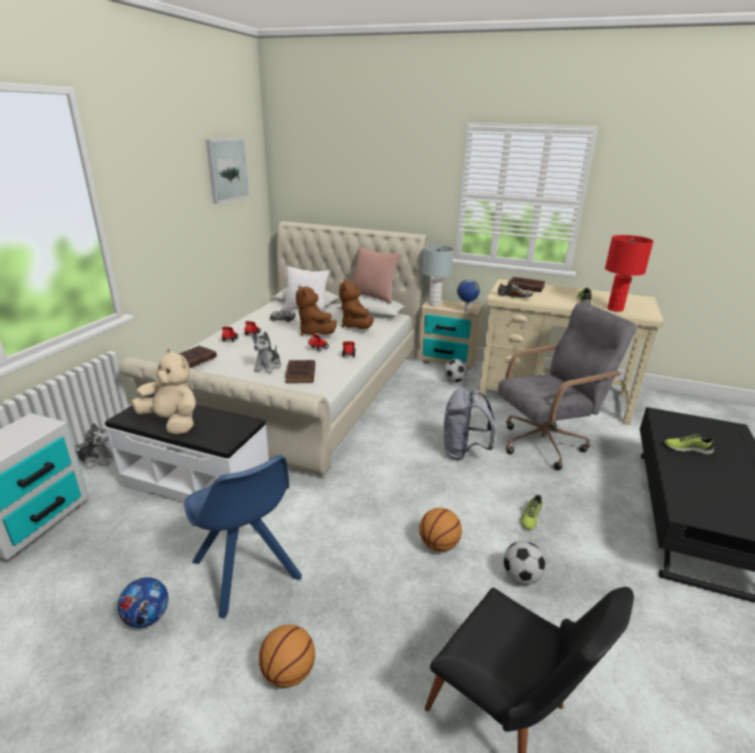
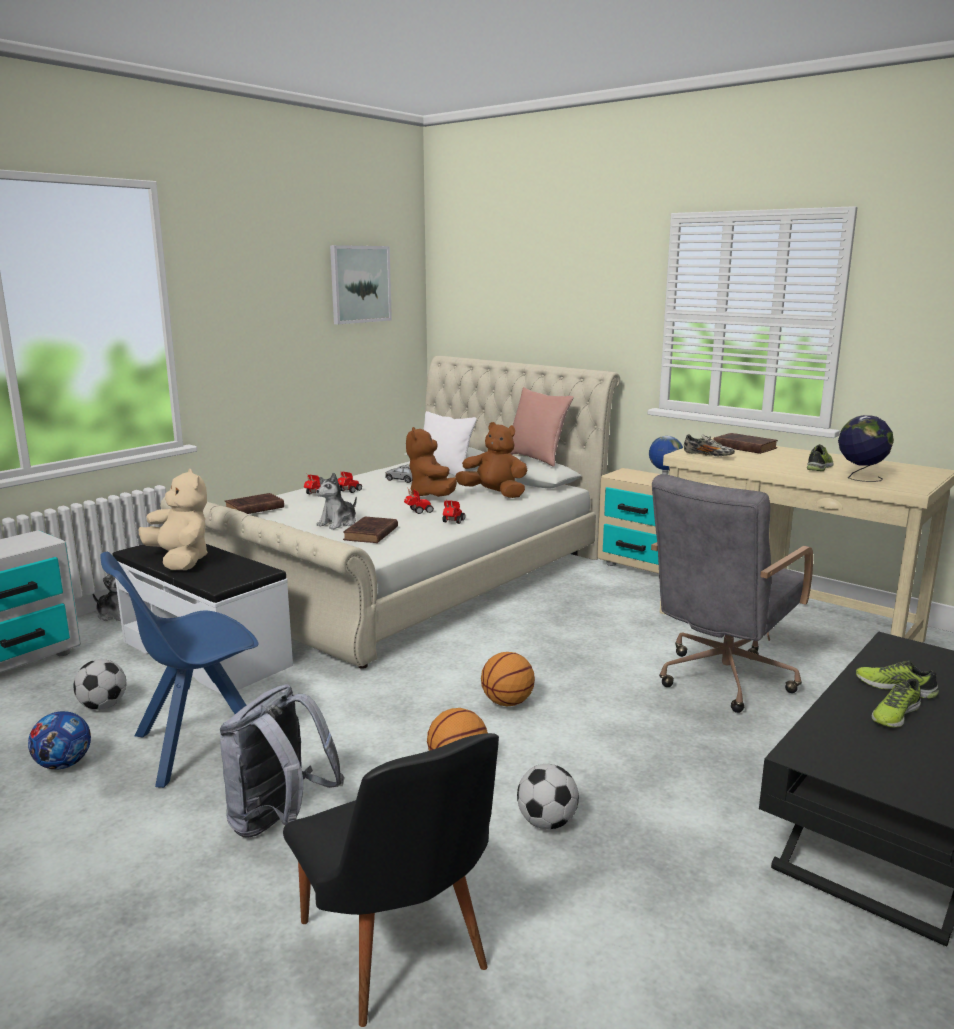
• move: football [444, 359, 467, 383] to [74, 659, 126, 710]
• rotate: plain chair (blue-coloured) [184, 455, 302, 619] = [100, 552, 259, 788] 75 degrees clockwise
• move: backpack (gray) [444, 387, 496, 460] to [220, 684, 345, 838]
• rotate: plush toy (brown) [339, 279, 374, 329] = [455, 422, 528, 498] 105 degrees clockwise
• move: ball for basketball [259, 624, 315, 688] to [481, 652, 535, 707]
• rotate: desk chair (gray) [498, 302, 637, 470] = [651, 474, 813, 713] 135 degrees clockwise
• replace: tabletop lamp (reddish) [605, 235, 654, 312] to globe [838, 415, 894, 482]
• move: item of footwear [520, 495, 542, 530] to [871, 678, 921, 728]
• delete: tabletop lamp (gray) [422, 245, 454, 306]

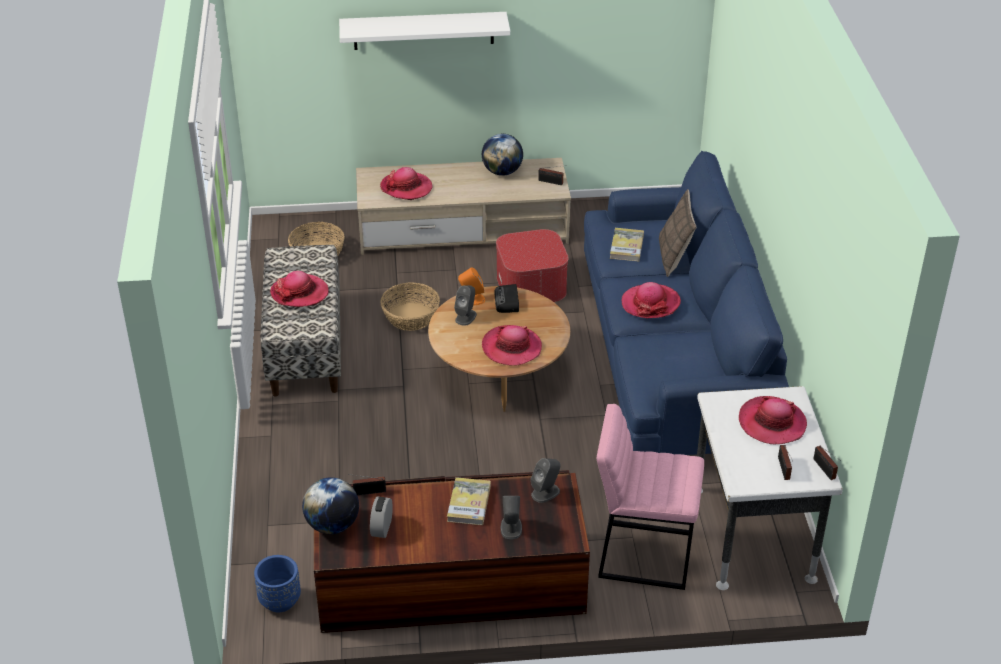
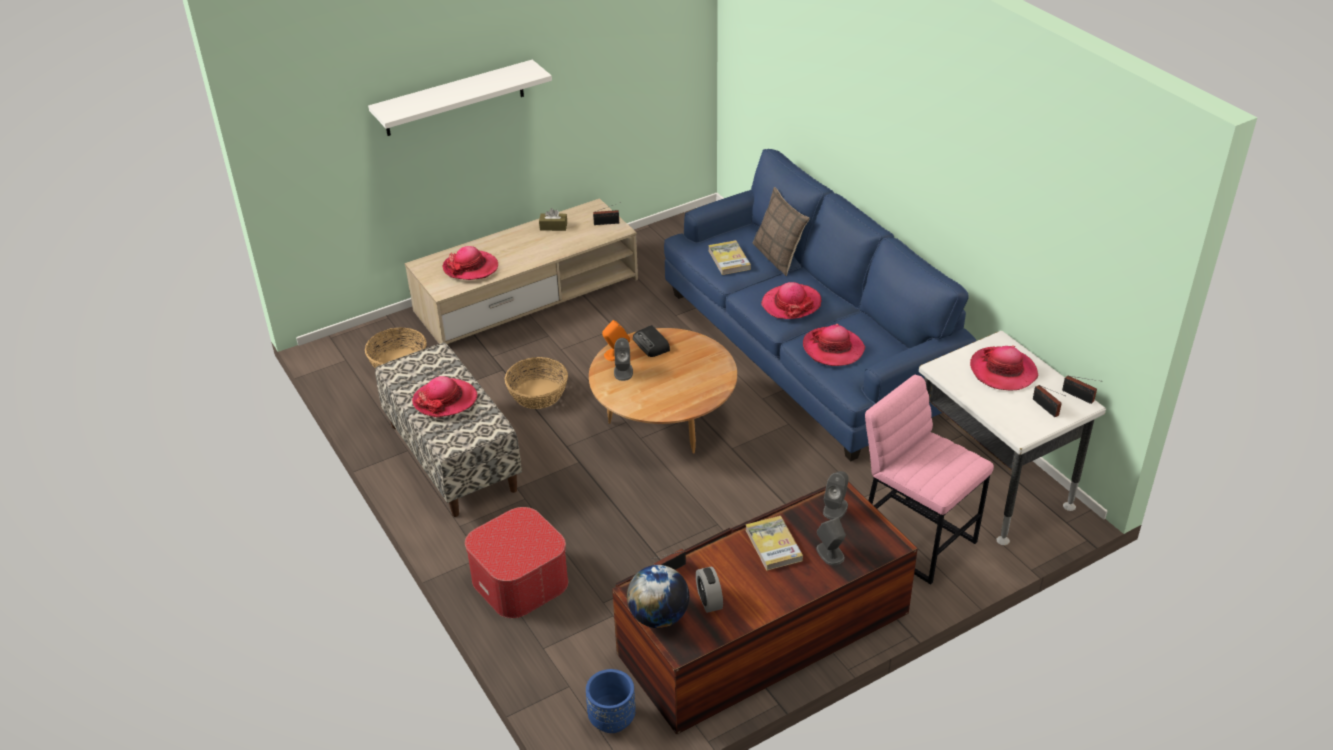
• move: footrest [496, 229, 568, 302] to [465, 507, 568, 618]
• replace: globe [482, 134, 523, 176] to tissue holder (brown) [539, 208, 567, 231]
• move: wearable hat [482, 325, 542, 366] to [803, 324, 865, 366]
• rotate: plain chair (pinkish) [597, 404, 704, 590] = [865, 374, 994, 585] 60 degrees clockwise

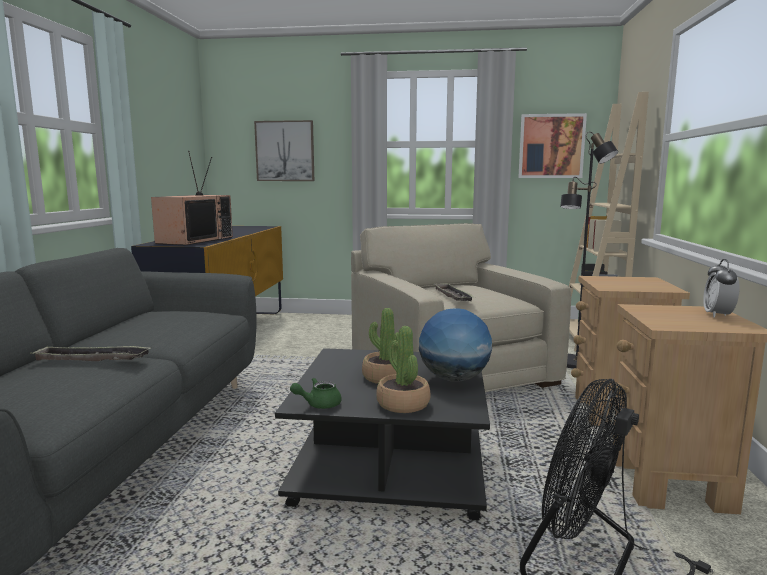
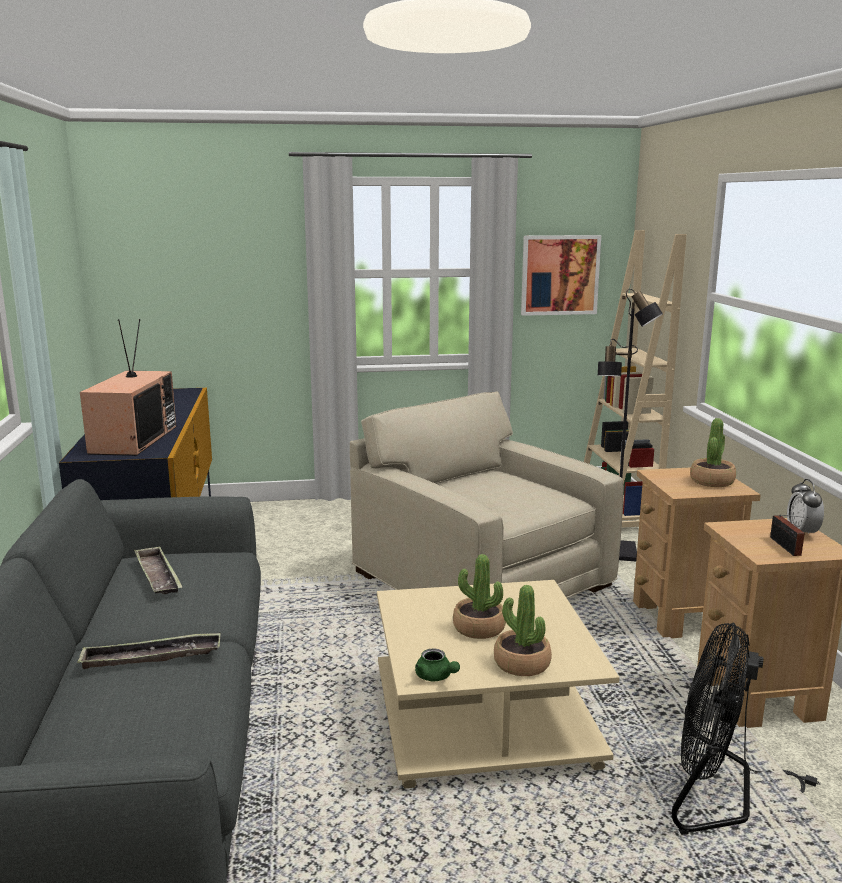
• move: carrying tray [434, 283, 475, 301] to [134, 546, 183, 594]
• recolor: lounge table (black) [275, 348, 490, 520] to lounge table (beige-coloured) [377, 580, 620, 788]
• rotate: tea pot (greenish) [290, 378, 342, 409] = [415, 648, 460, 681] 90 degrees counterclockwise
• insert: plant in a pot [690, 418, 736, 487]
• insert: radio set [770, 515, 809, 556]
• delete: wall picture [254, 120, 314, 181]
• delete: globe [419, 308, 492, 381]

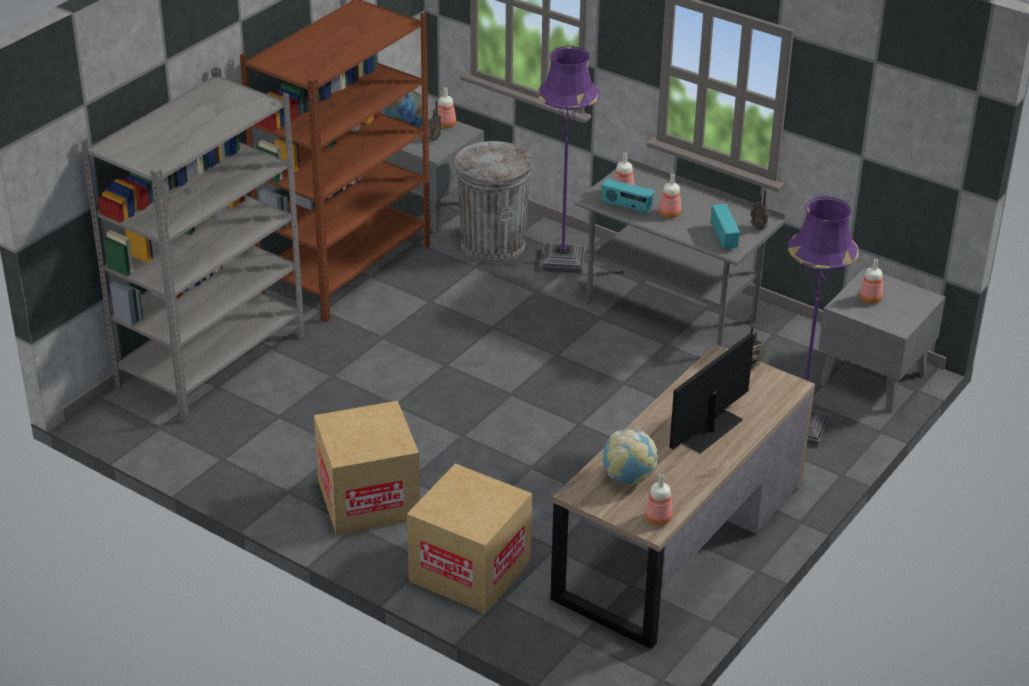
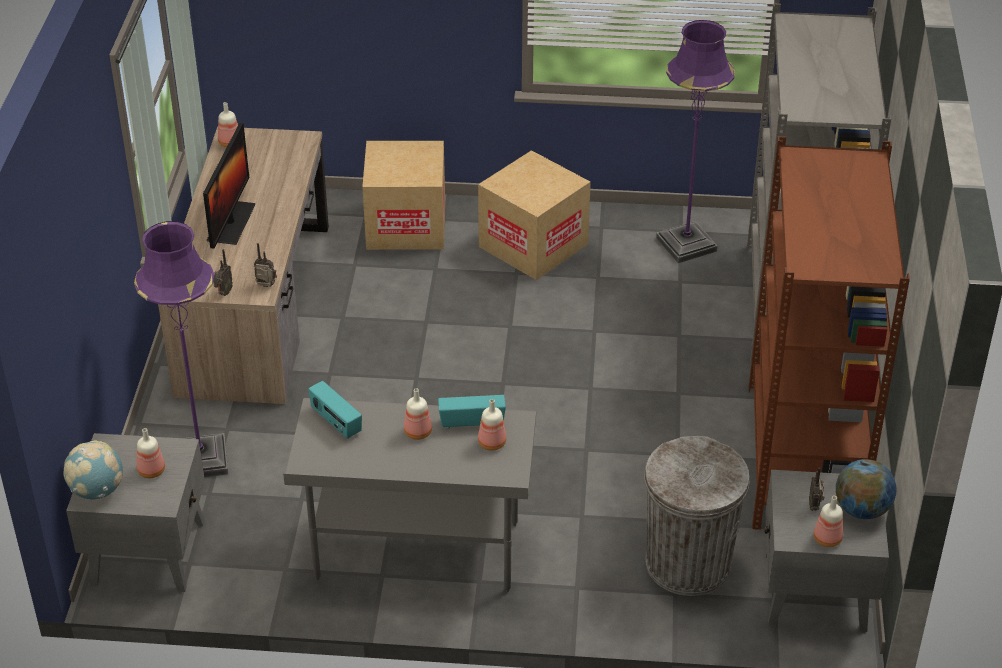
• move: globe [602, 429, 658, 484] to [63, 440, 123, 500]
• move: radio set [750, 189, 769, 230] to [254, 243, 277, 287]
• move: floor lamp (purple) [537, 46, 600, 274] to [656, 20, 735, 263]

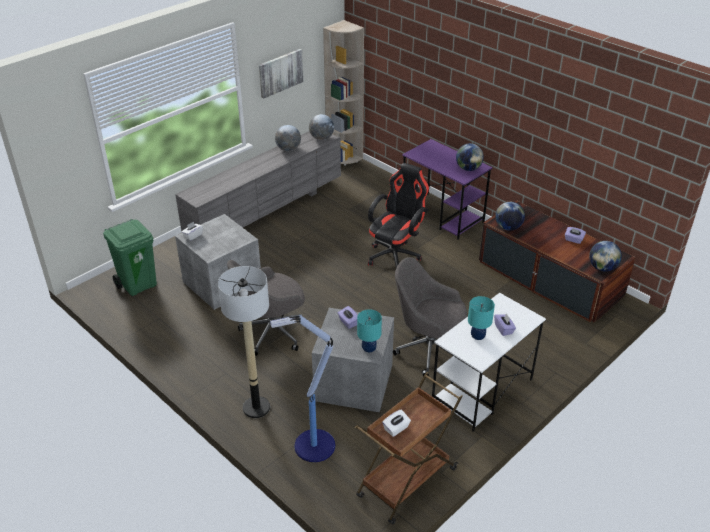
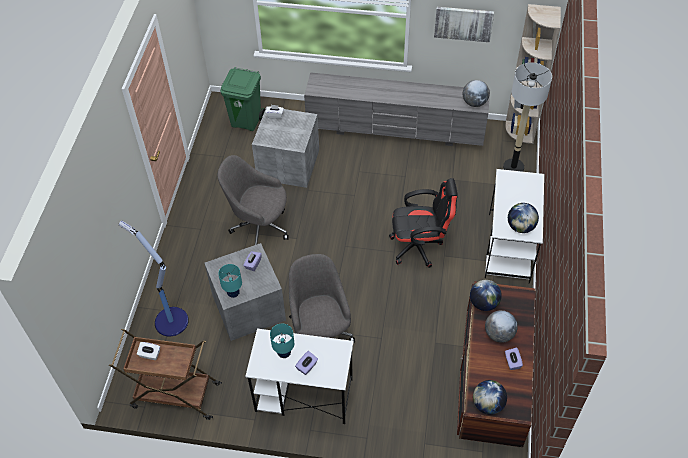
• recolor: desk (purple) [402, 139, 493, 240] to desk (whitish) [485, 169, 544, 284]
• move: globe [275, 125, 301, 151] to [485, 310, 518, 343]
• move: floor lamp [218, 266, 270, 418] to [503, 63, 552, 172]

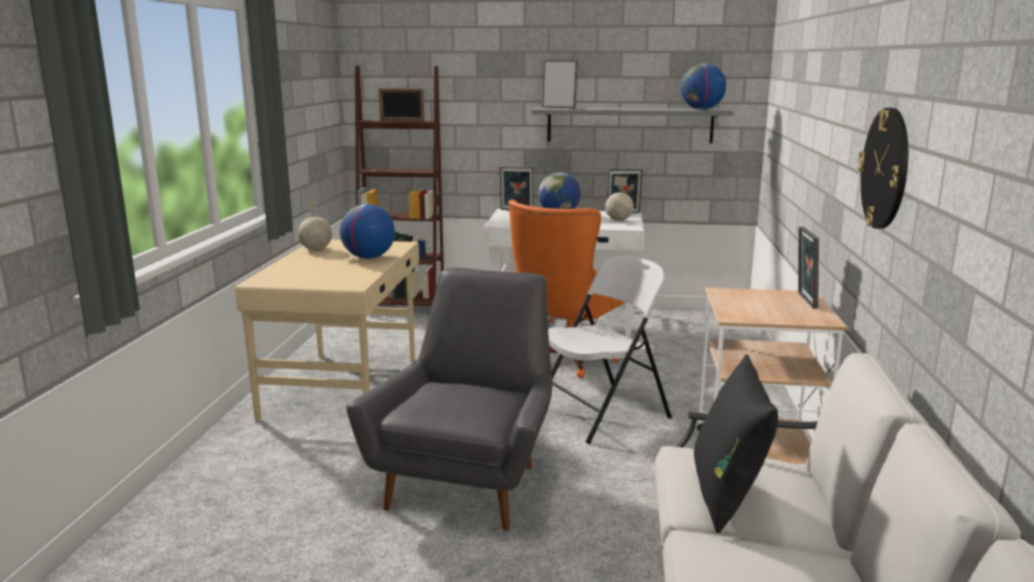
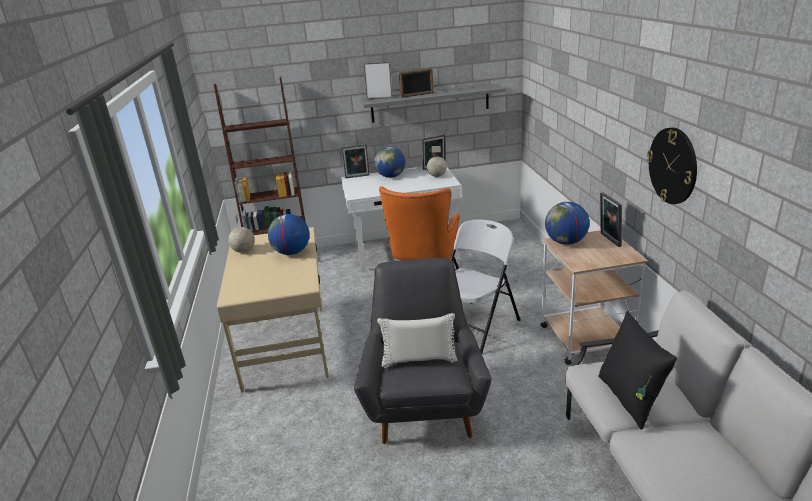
• insert: pillow (whitish) [377, 313, 457, 368]
• move: picture frame [379, 88, 424, 121] to [399, 68, 434, 98]
• move: globe [681, 64, 726, 110] to [545, 202, 589, 245]

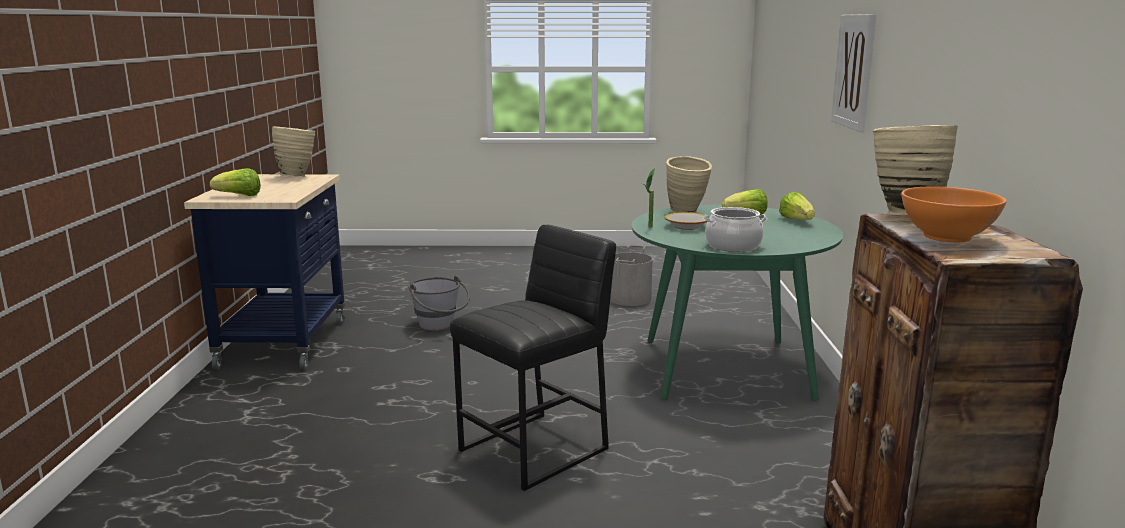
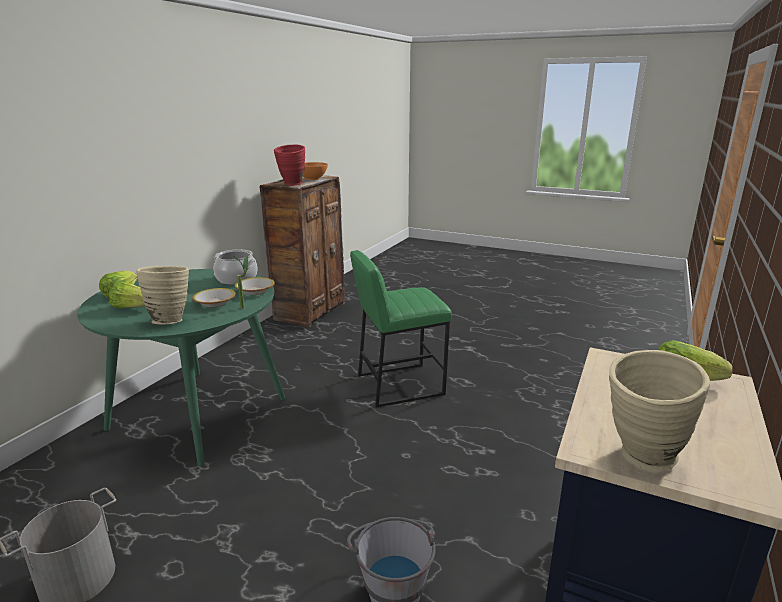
• insert: serving bowl [235, 277, 275, 295]
• recolor: flower vase (beige-coloured) [873, 125, 958, 215] to flower vase (reddish) [274, 144, 305, 186]
• recolor: plain chair (black) [450, 225, 616, 491] to plain chair (greenish) [350, 250, 452, 407]
• delete: wall picture [831, 14, 877, 132]

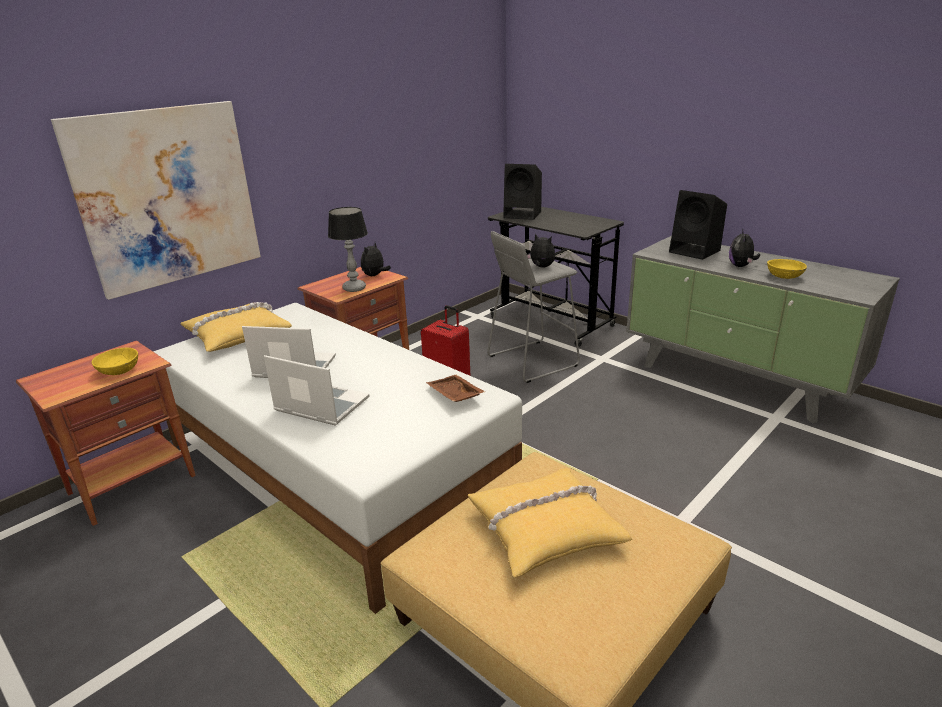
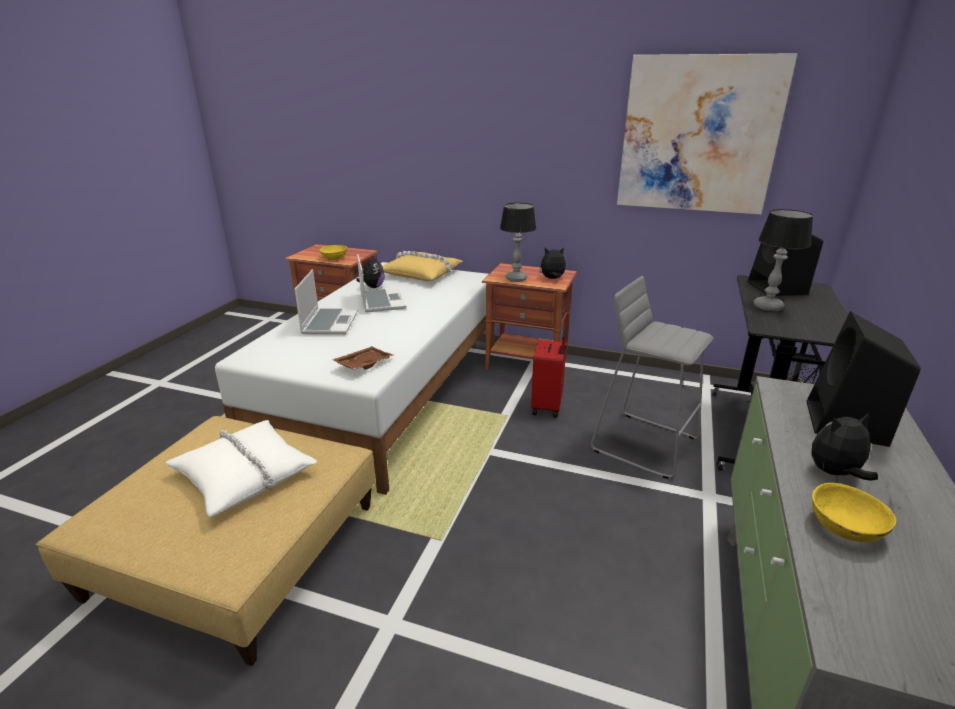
• recolor: pillow (yellow-coloured) [468, 468, 632, 577] to pillow (whitish) [165, 420, 317, 518]
• move: plush toy [527, 233, 555, 267] to [356, 255, 385, 288]
• move: wall picture [51, 101, 261, 300] to [617, 53, 797, 214]
• insert: tabletop lamp [754, 209, 813, 311]

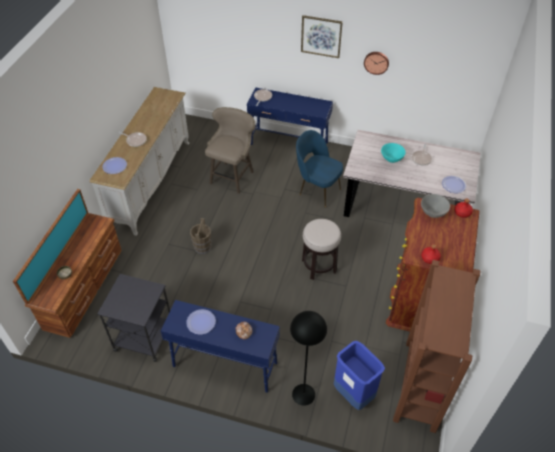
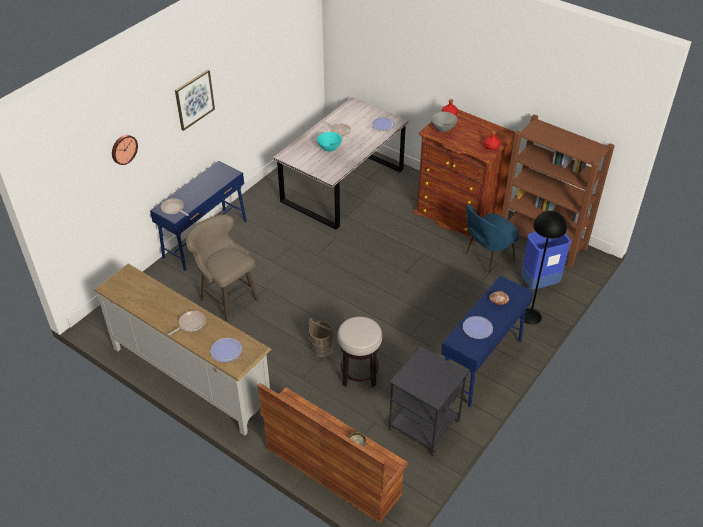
• move: wall clock [364, 52, 389, 75] to [112, 135, 138, 165]
• move: stool [302, 219, 341, 280] to [337, 317, 383, 387]
• move: plain chair (blue-coloured) [296, 130, 343, 208] to [465, 204, 519, 275]

